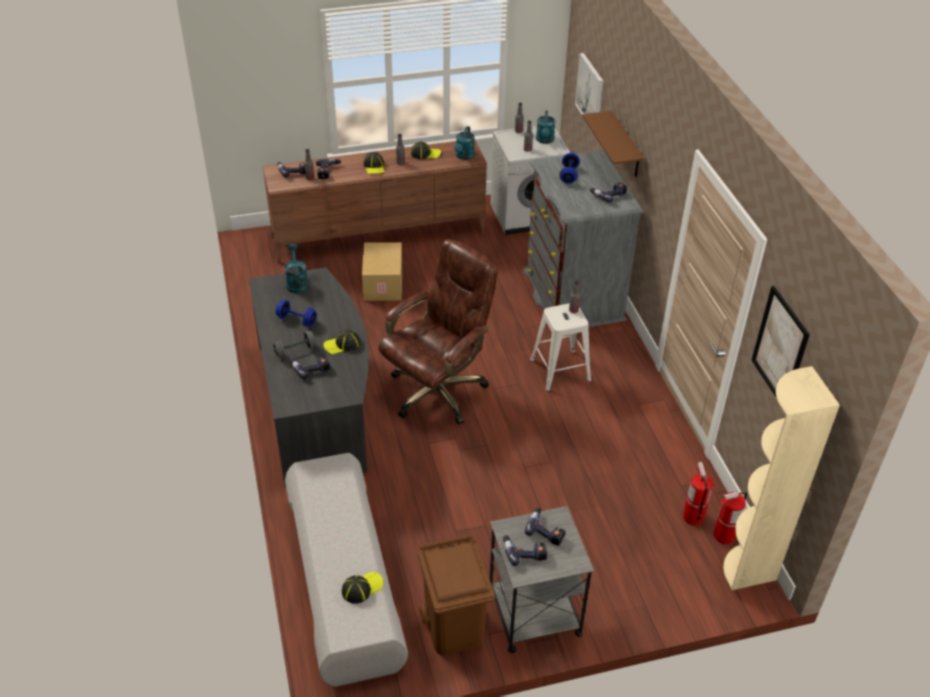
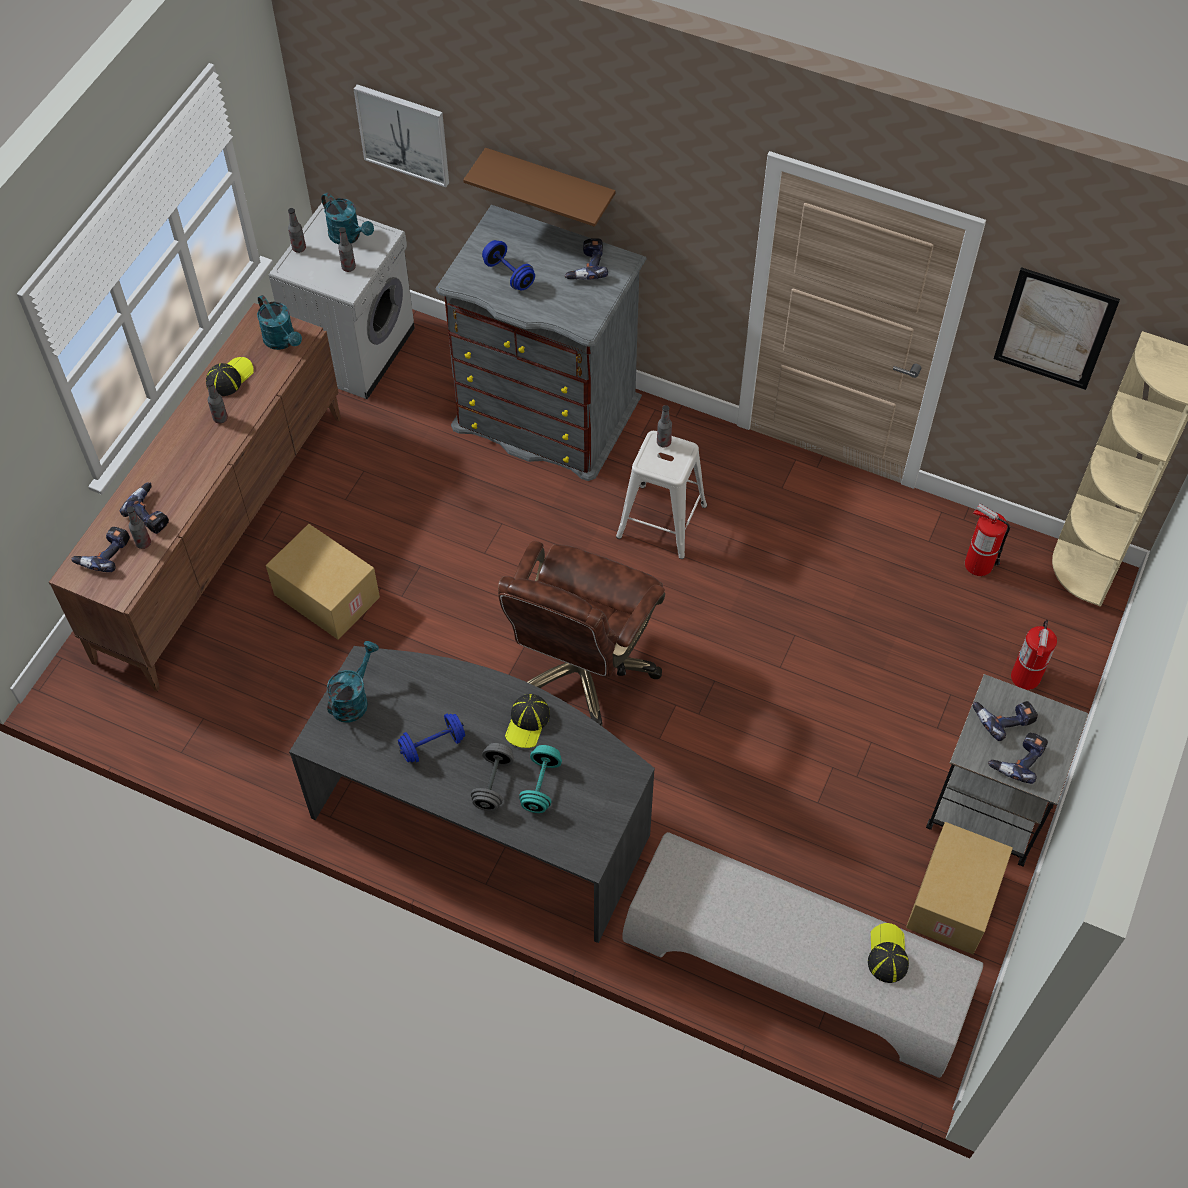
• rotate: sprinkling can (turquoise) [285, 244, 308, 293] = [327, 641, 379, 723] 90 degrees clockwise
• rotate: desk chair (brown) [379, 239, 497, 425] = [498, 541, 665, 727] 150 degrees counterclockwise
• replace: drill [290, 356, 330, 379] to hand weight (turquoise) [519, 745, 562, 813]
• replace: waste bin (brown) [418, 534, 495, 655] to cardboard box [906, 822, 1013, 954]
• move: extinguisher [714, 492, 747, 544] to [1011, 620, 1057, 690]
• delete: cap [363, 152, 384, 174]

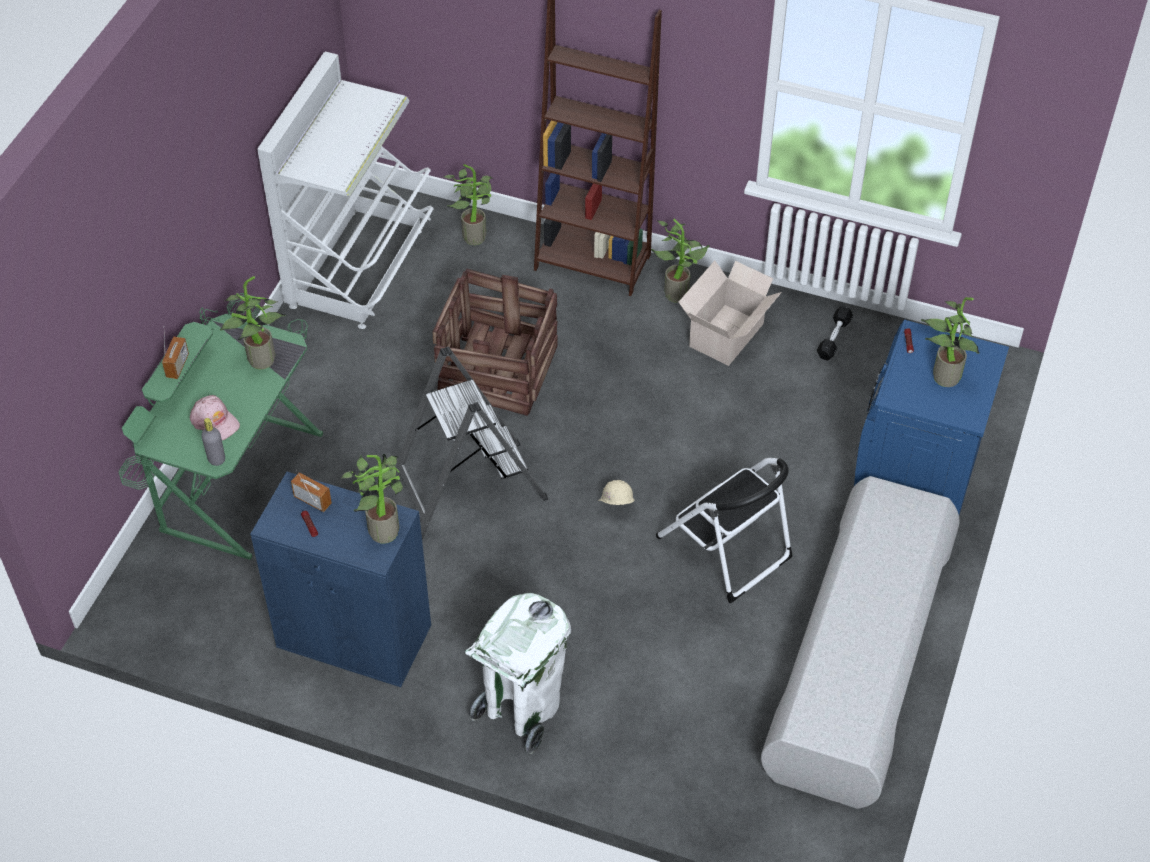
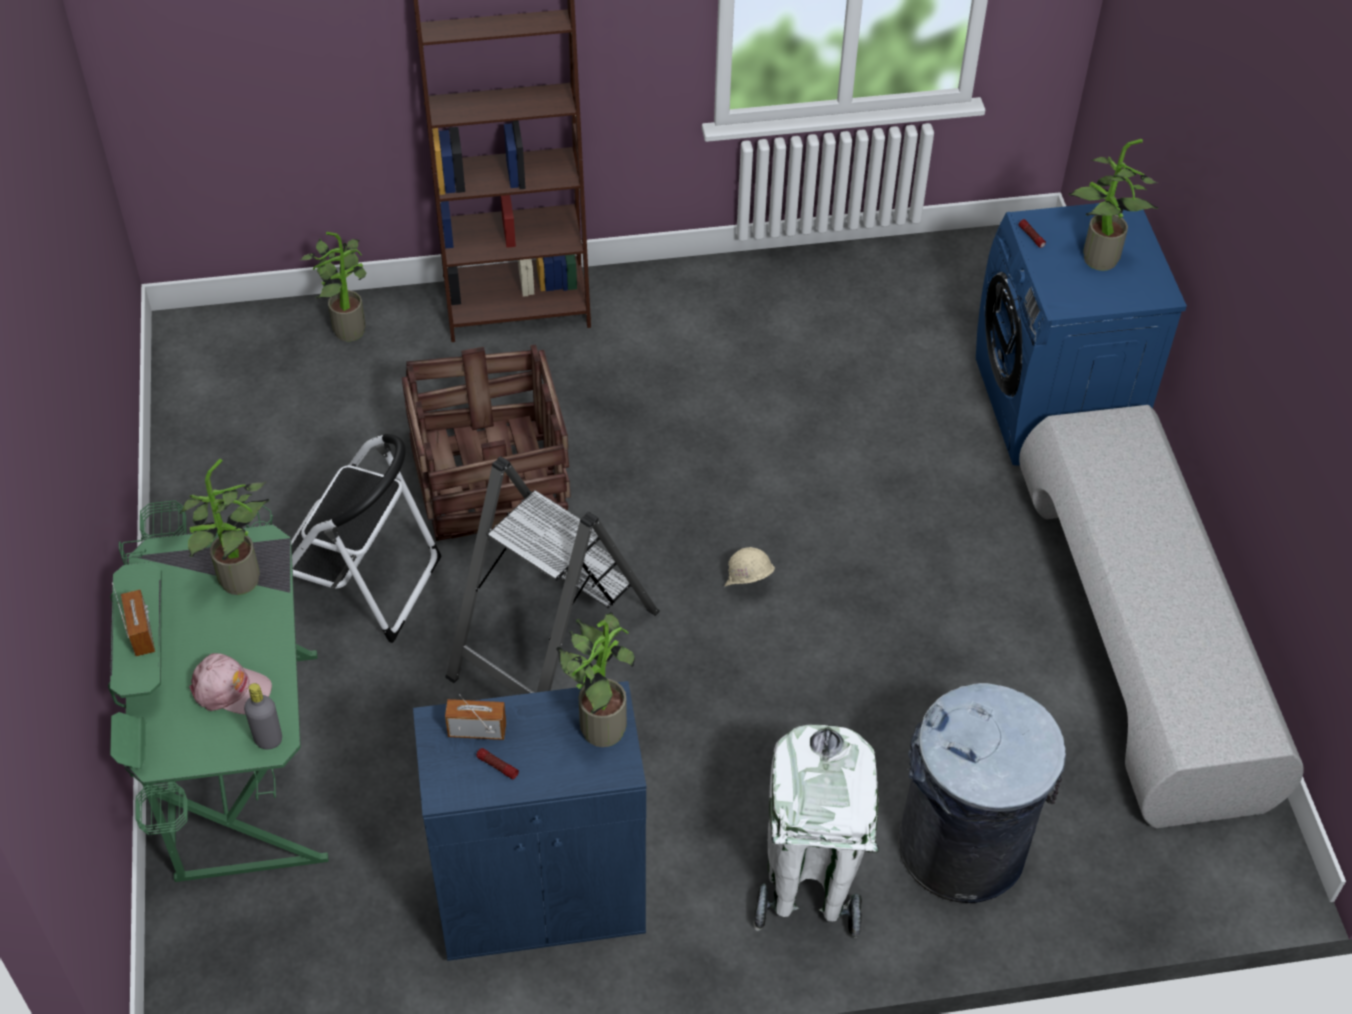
• move: stepladder [656, 458, 792, 603] to [291, 434, 441, 643]
• insert: waste bin (gray) [898, 683, 1066, 903]
• delete: shoe stand (whitish) [257, 52, 434, 329]
• delete: plant in a pot [651, 218, 709, 303]
• delete: cardboard box [679, 261, 782, 366]
• delete: hand weight (black) [817, 306, 853, 360]

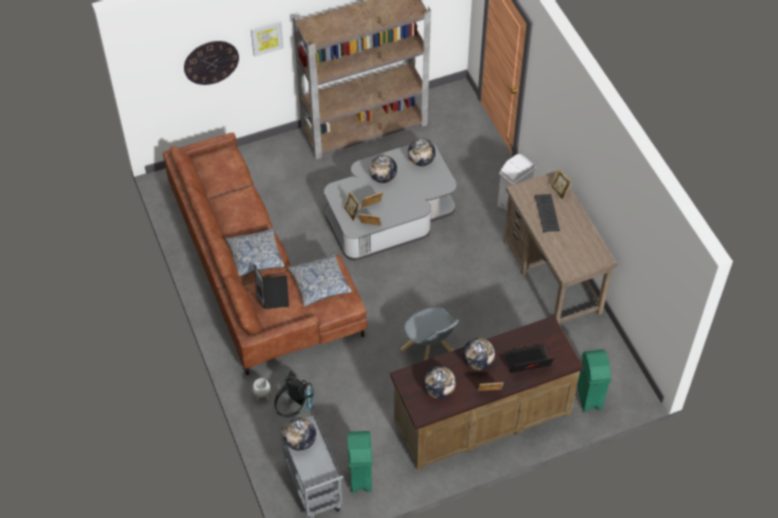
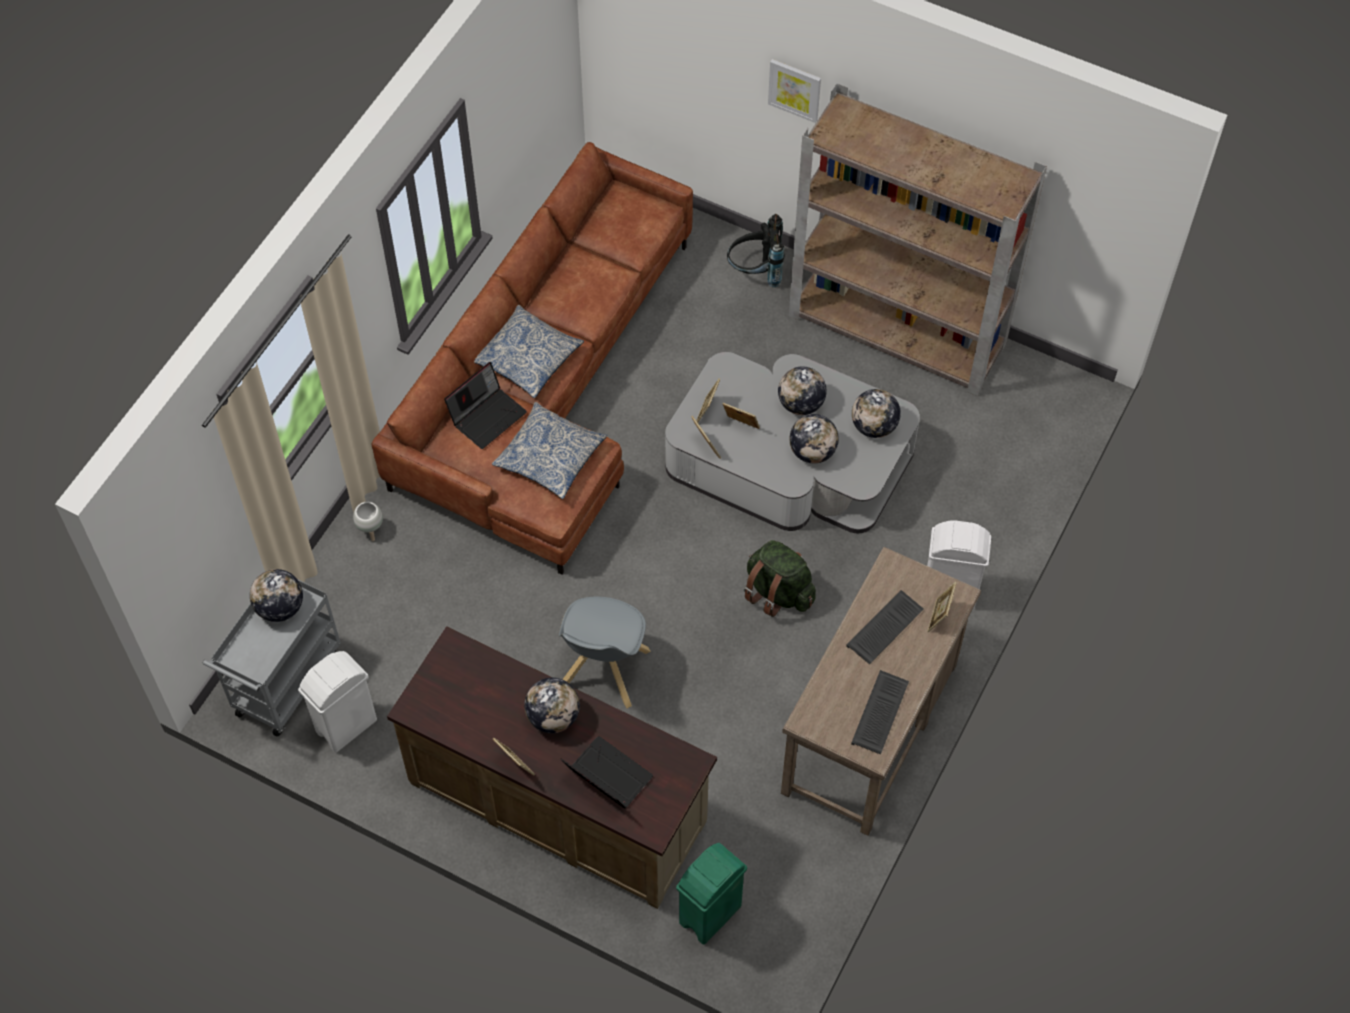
• recolor: waste bin (greenish) [348, 431, 372, 493] to waste bin (whitish) [298, 651, 377, 752]
• move: backpack (black) [274, 370, 314, 417] to [727, 214, 785, 288]
• insert: backpack (greenish) [744, 540, 816, 617]
• move: globe [423, 366, 456, 399] to [789, 414, 839, 463]
• insert: PC keyboard [851, 670, 909, 755]
• delete: wall clock [184, 41, 239, 85]

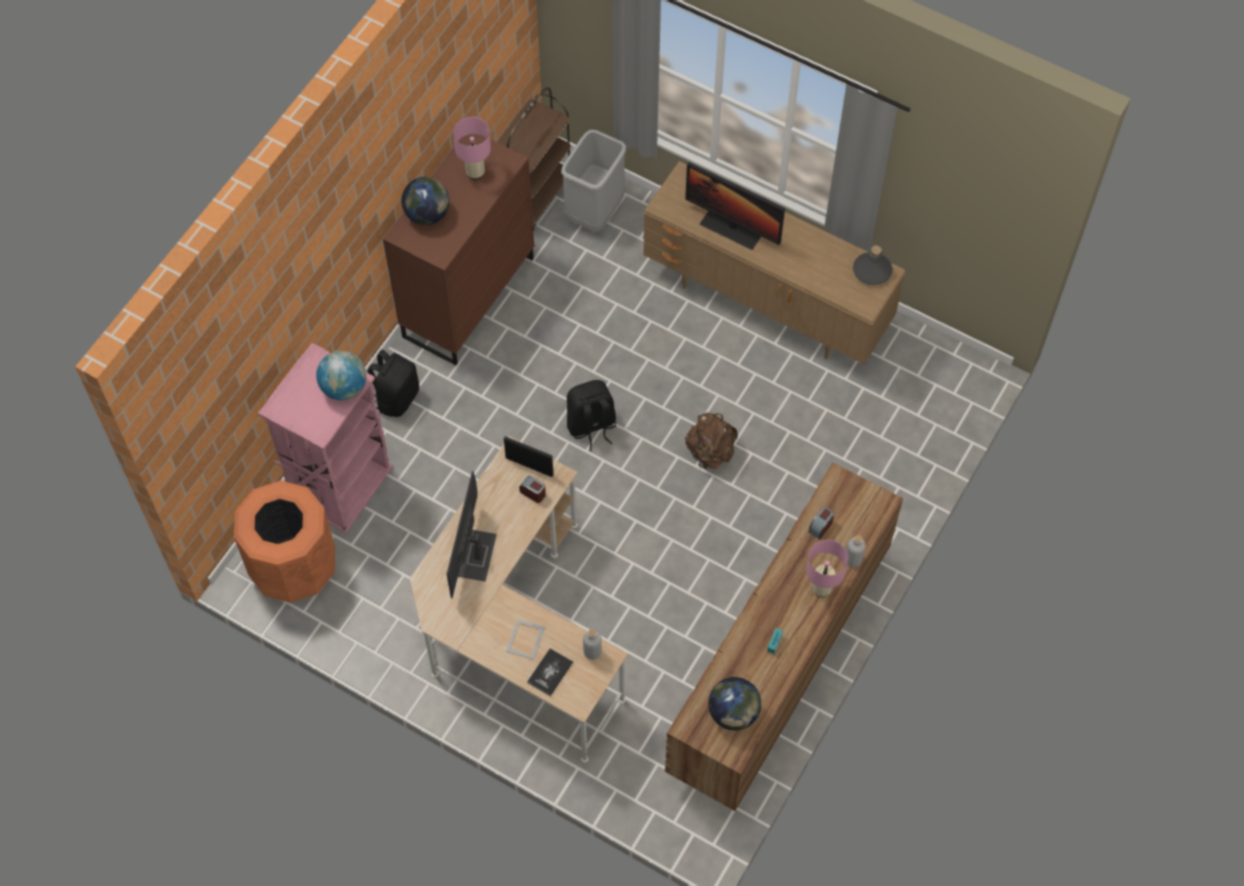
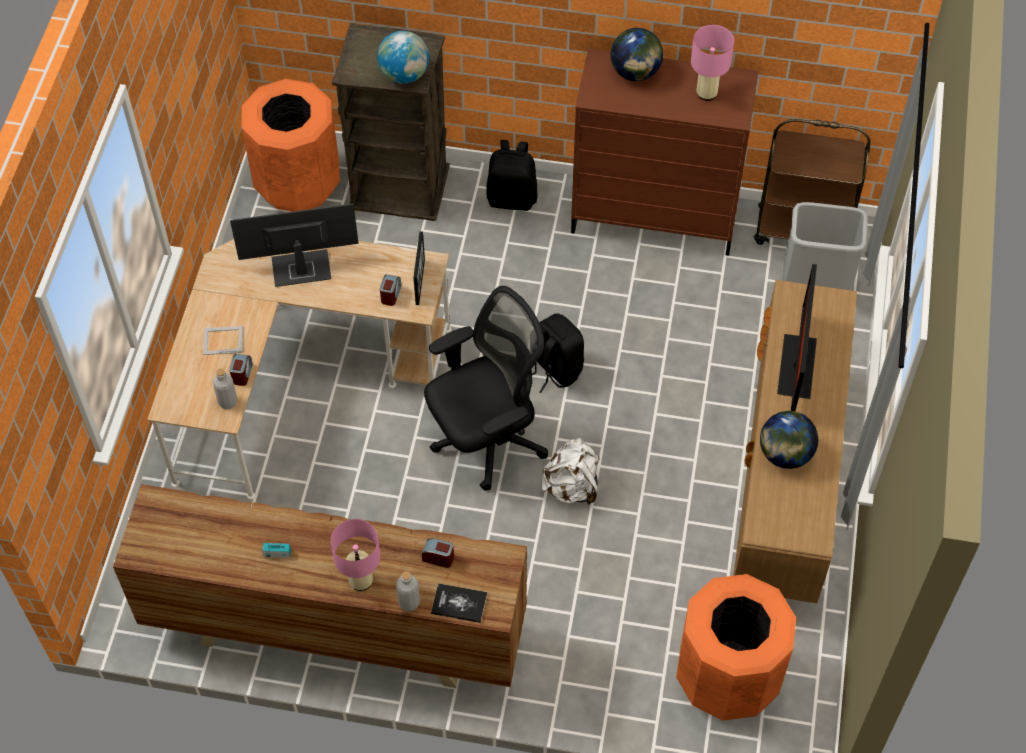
• insert: bedside clock [229, 354, 253, 386]
• recolor: bookshelf (pinkish) [258, 343, 393, 533] to bookshelf (brown) [332, 23, 450, 221]
• insert: desk chair (black) [424, 286, 548, 491]
• move: book [527, 648, 573, 696] to [431, 583, 487, 623]
• recolor: backpack (brown) [685, 413, 738, 469] to backpack (whitish) [541, 438, 600, 505]
• insert: waste bin (orange-coloured) [676, 574, 796, 721]
• move: globe [708, 677, 761, 730] to [760, 411, 818, 469]
• delete: beverage bottle (gray) [853, 245, 892, 285]

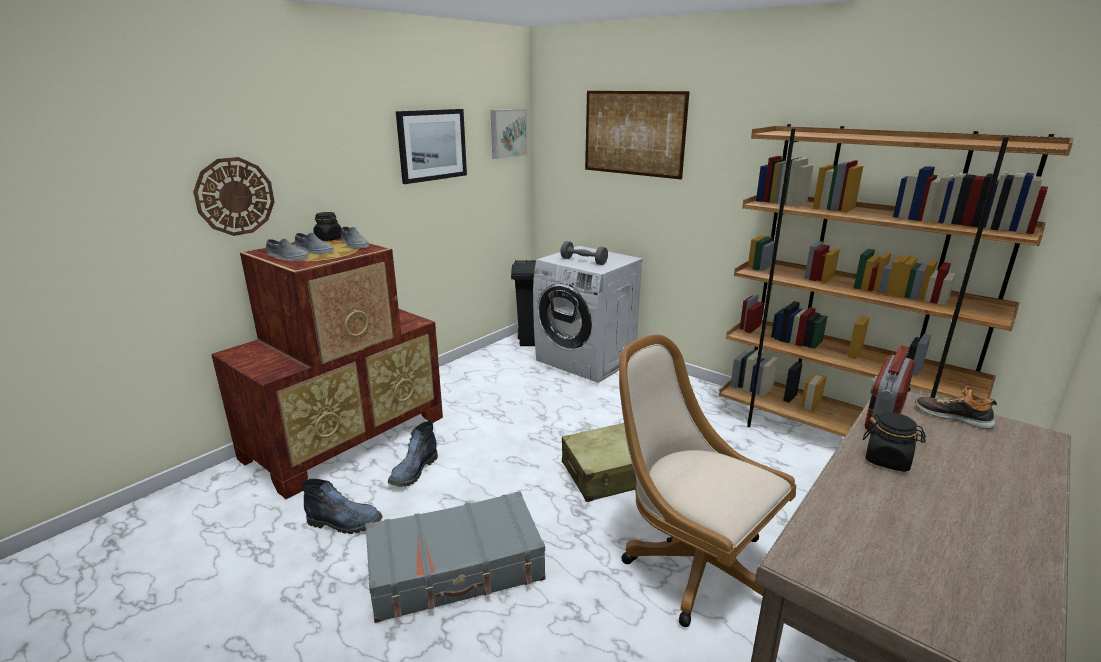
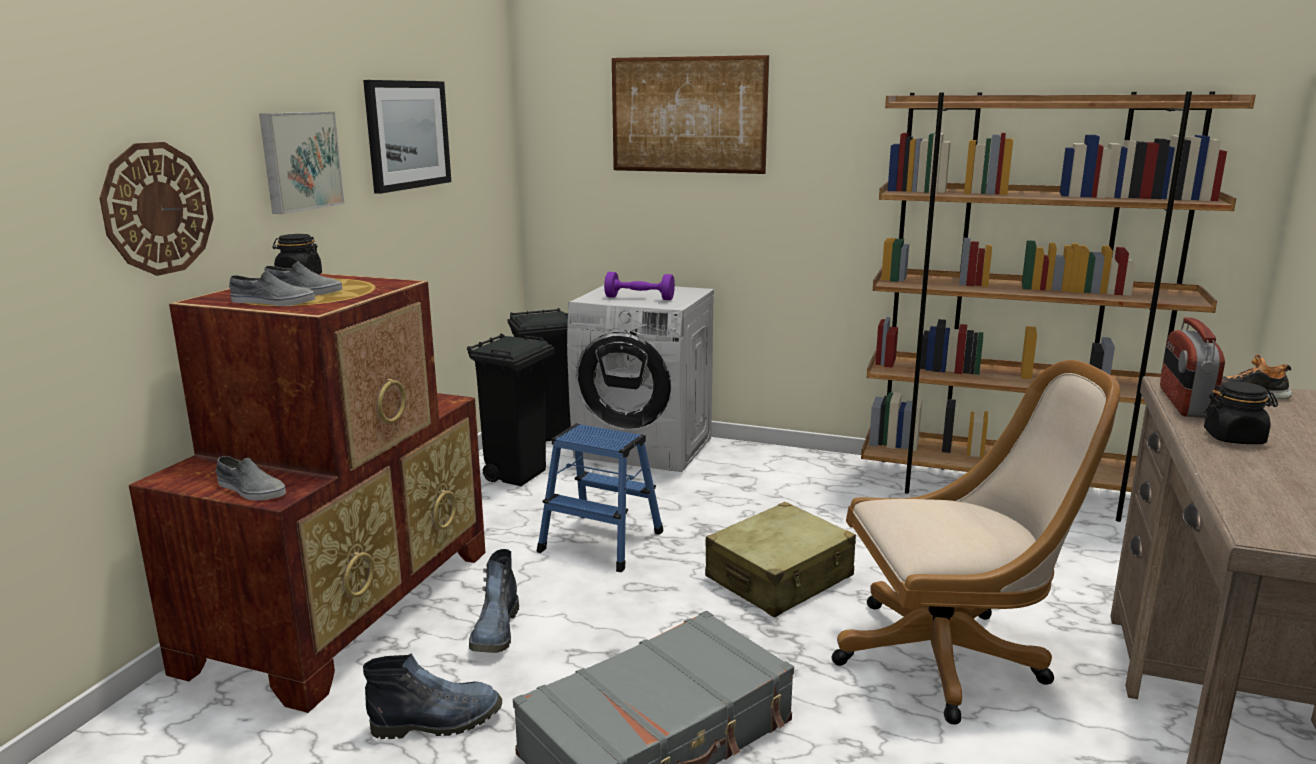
• move: item of footwear (gray) [341, 226, 369, 249] to [216, 456, 286, 501]
• move: wall picture [491, 109, 527, 159] to [259, 112, 345, 214]
• insert: waste bin (black) [467, 333, 555, 486]
• insert: stepladder (blue-coloured) [537, 423, 664, 572]
• recolor: hand weight (gray) [560, 241, 608, 265] to hand weight (purple) [604, 272, 675, 300]
• rotate: desk chair [619, 334, 796, 627] = [831, 360, 1120, 725] 150 degrees clockwise

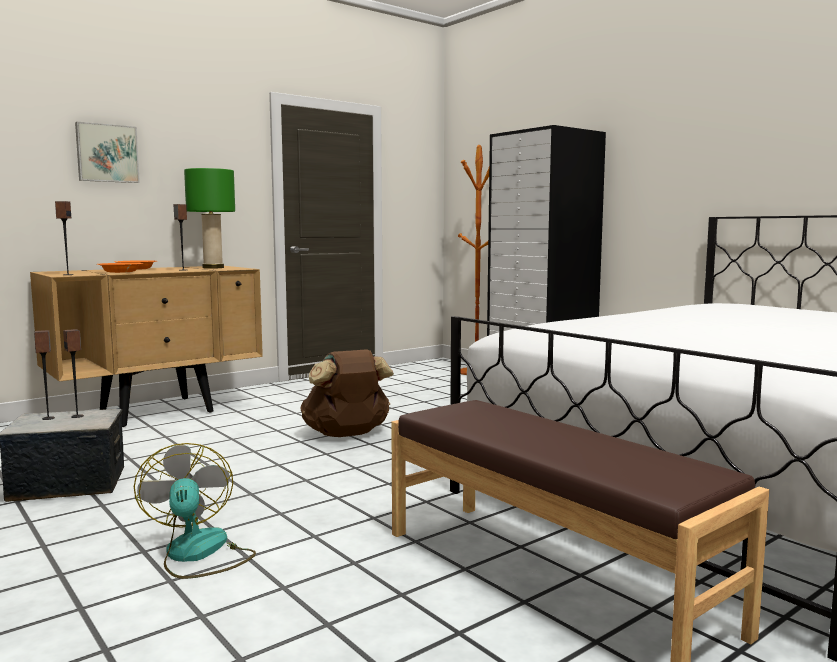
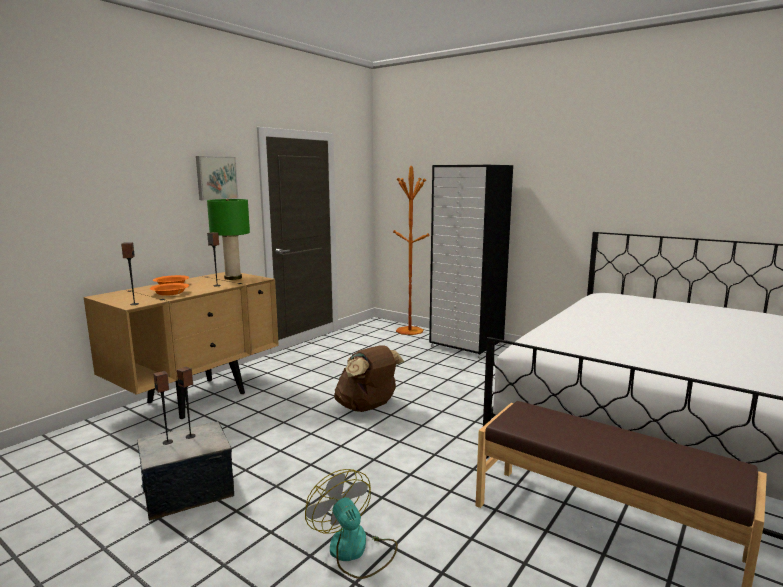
• move: wall picture [75, 122, 140, 183] to [196, 156, 238, 200]

